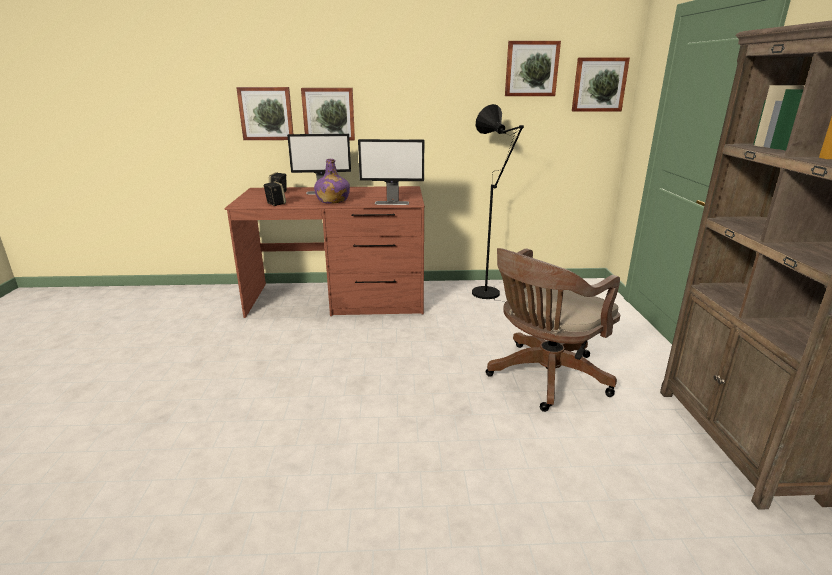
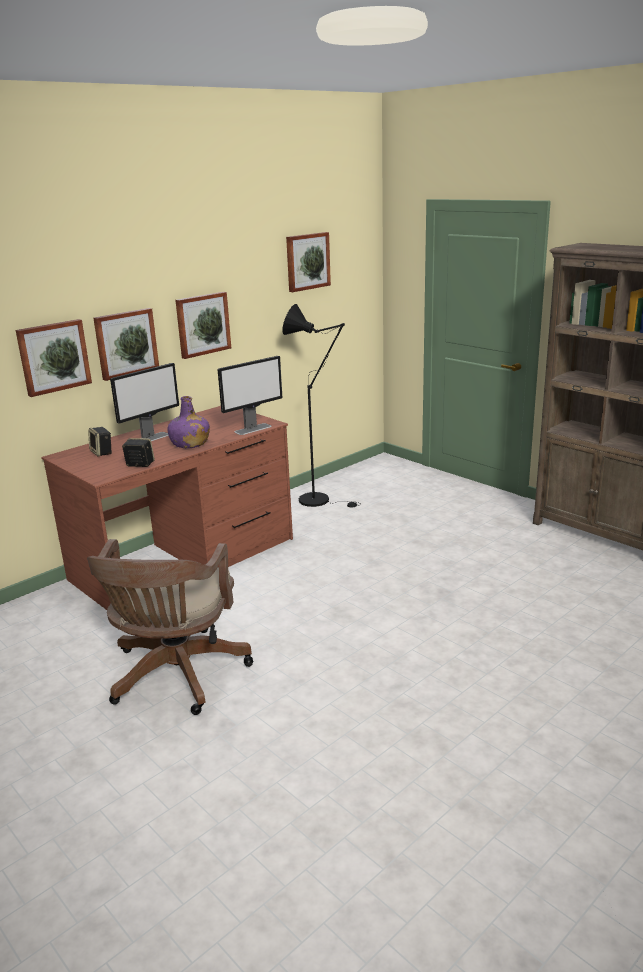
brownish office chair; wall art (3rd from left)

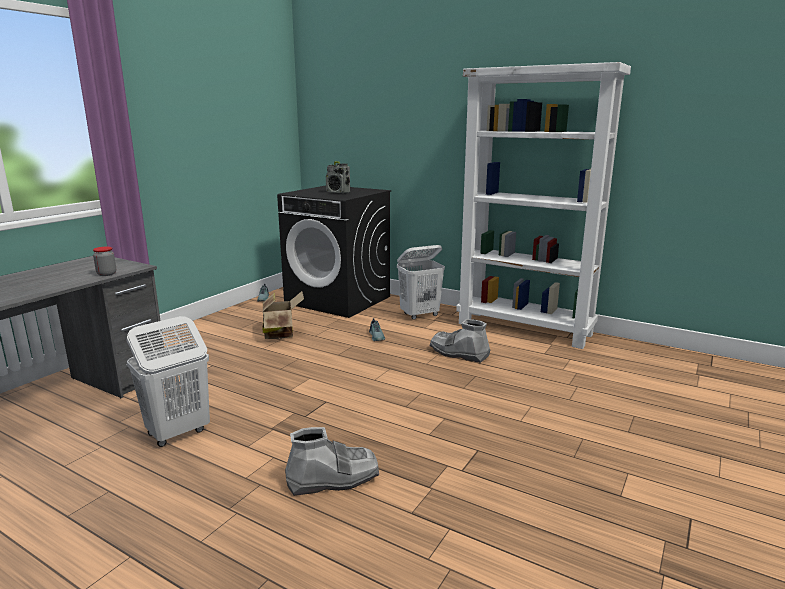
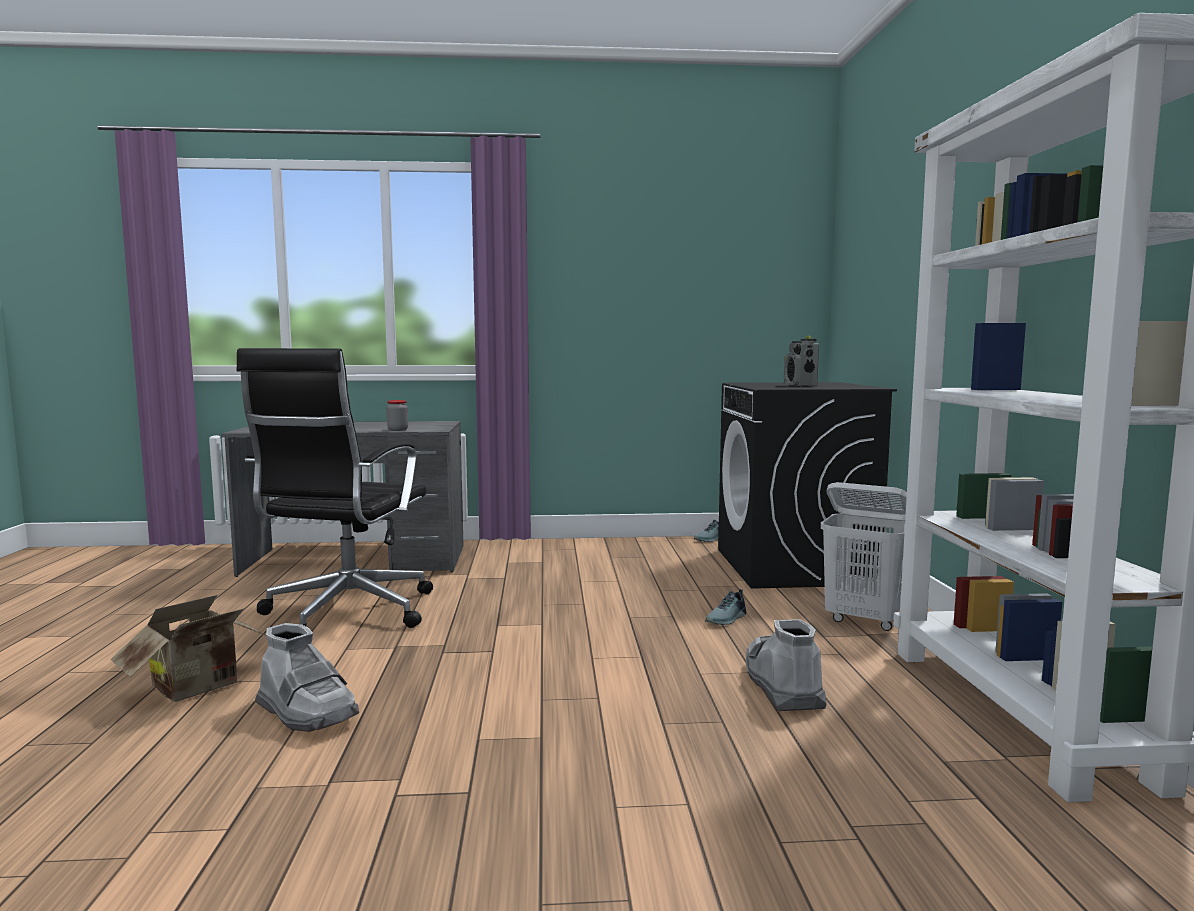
carton; blackish office chair

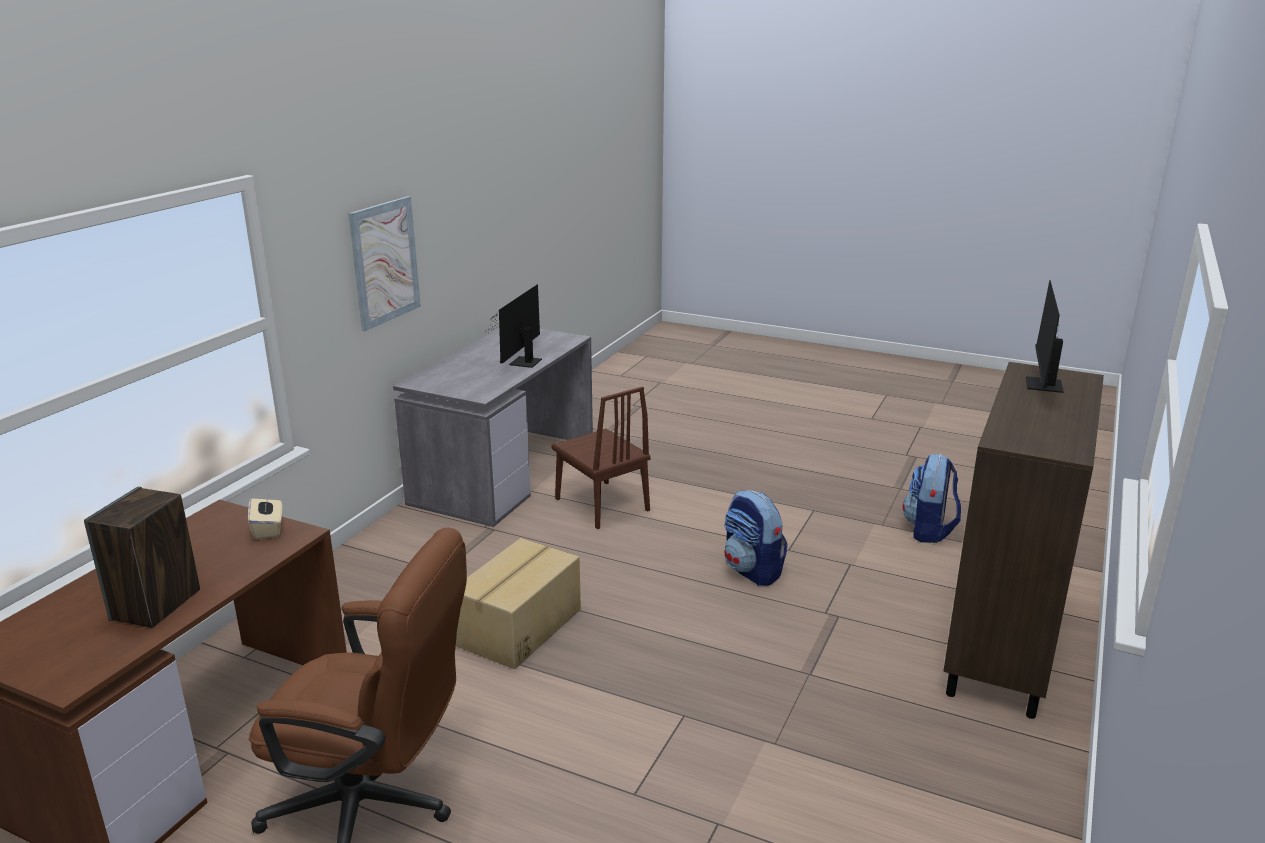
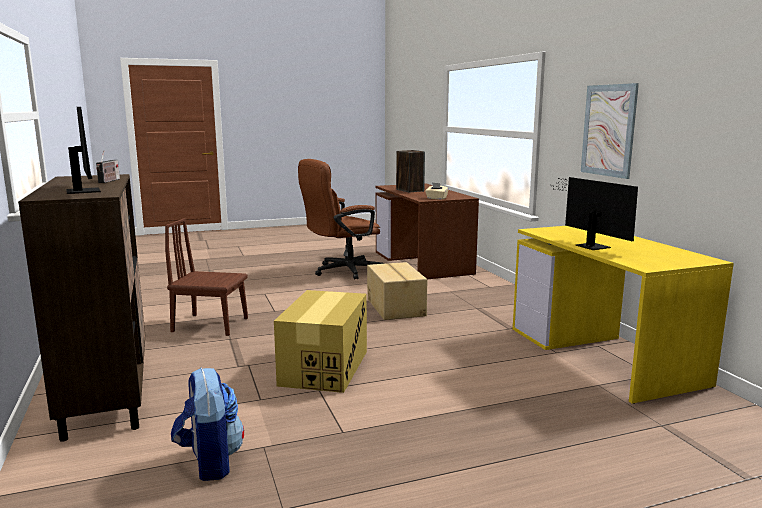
radio; brownish upright chair; carton (1st from left); yellow-coloured desk unit

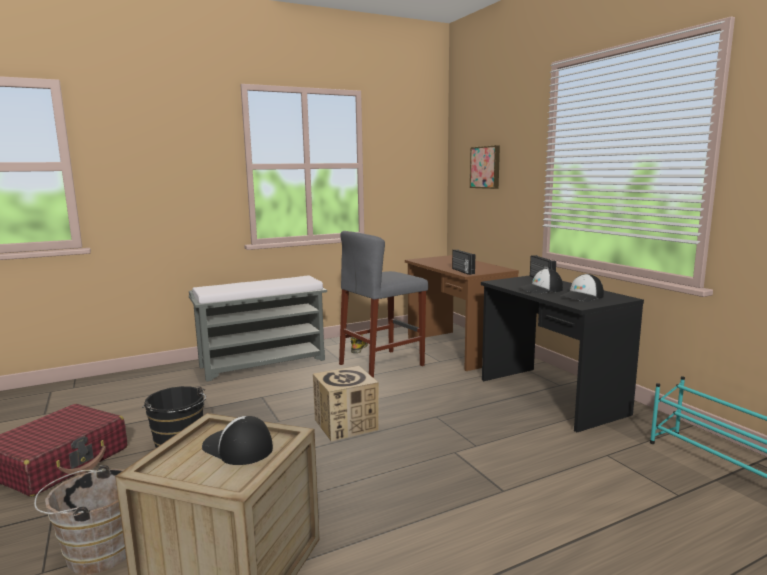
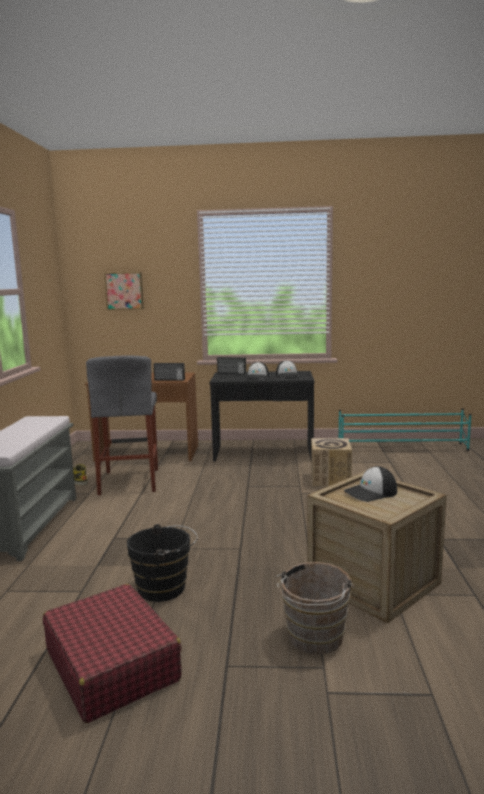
carton

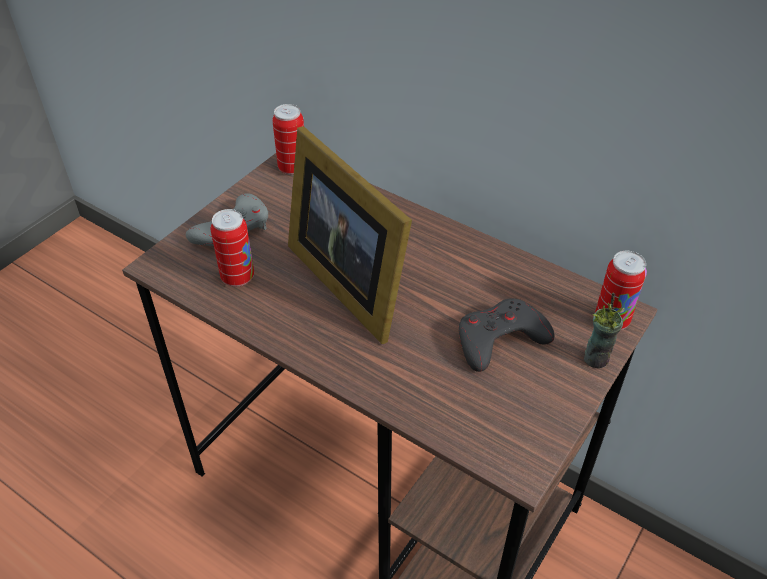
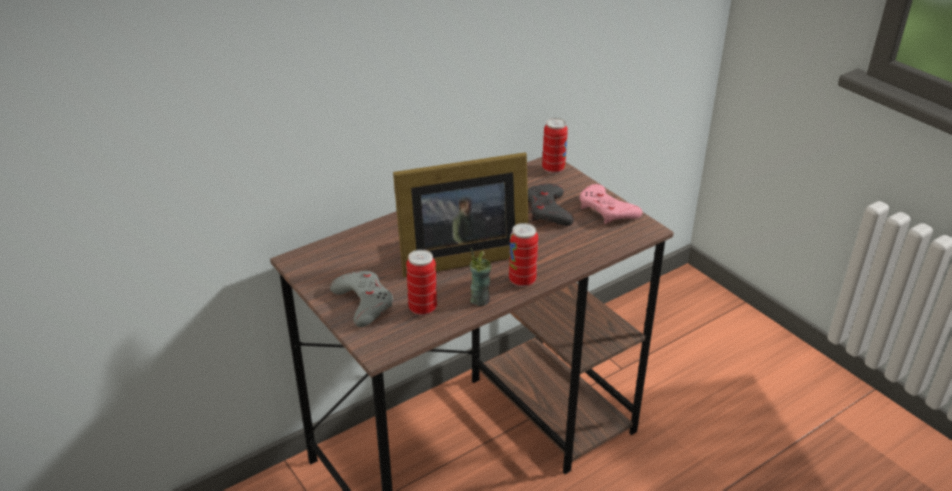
cup; can (2nd from left); pink-coloured game controller

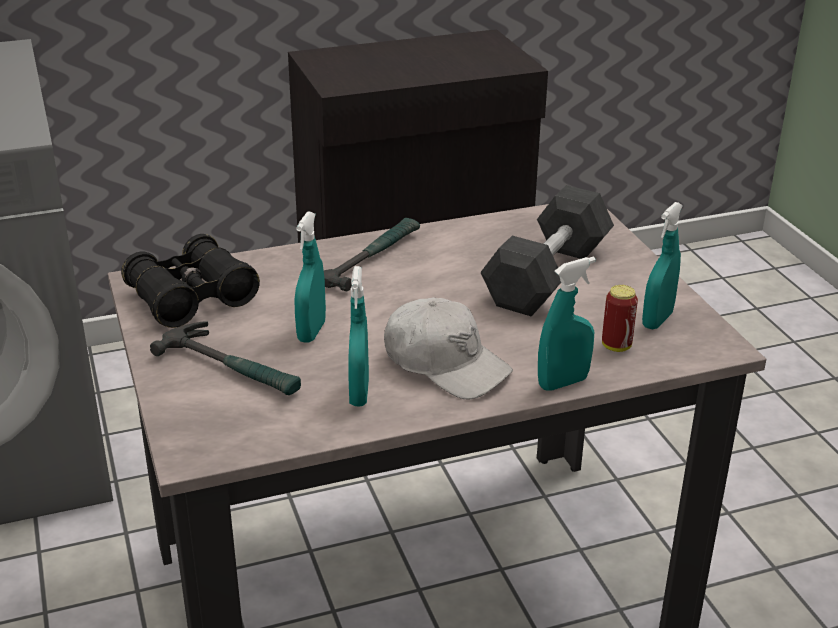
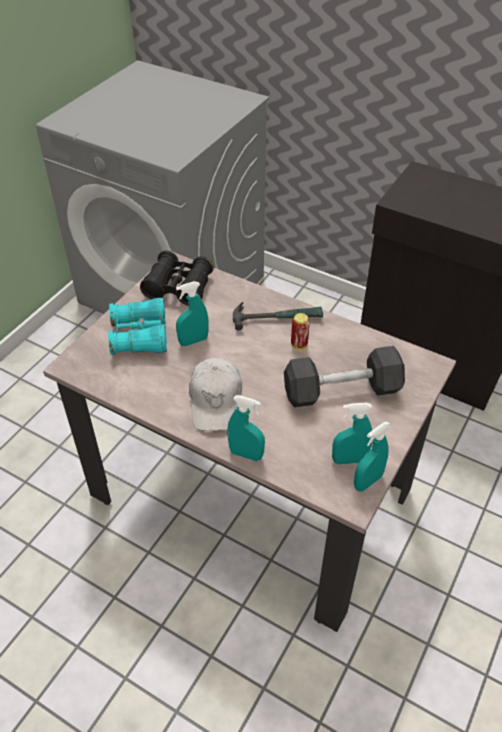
turquoise pair of binoculars; can; turquoise hand sprayer (4th from left)

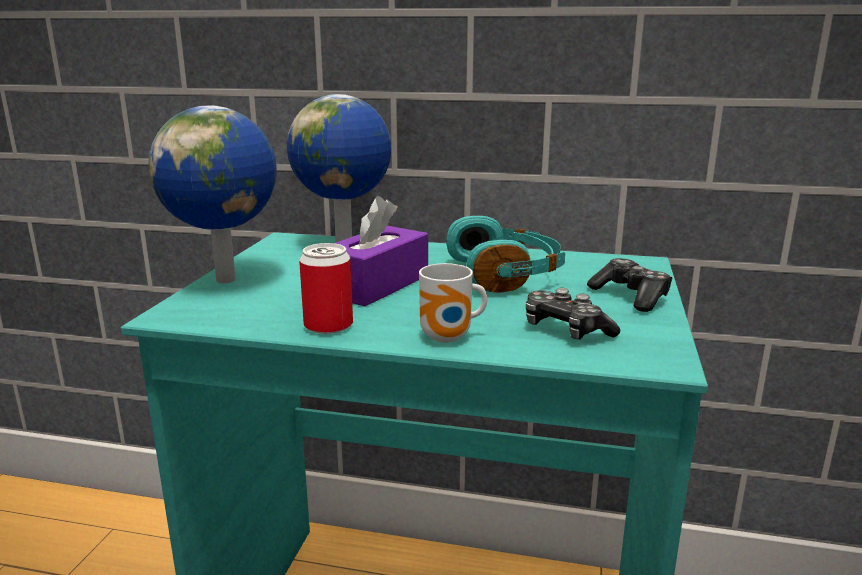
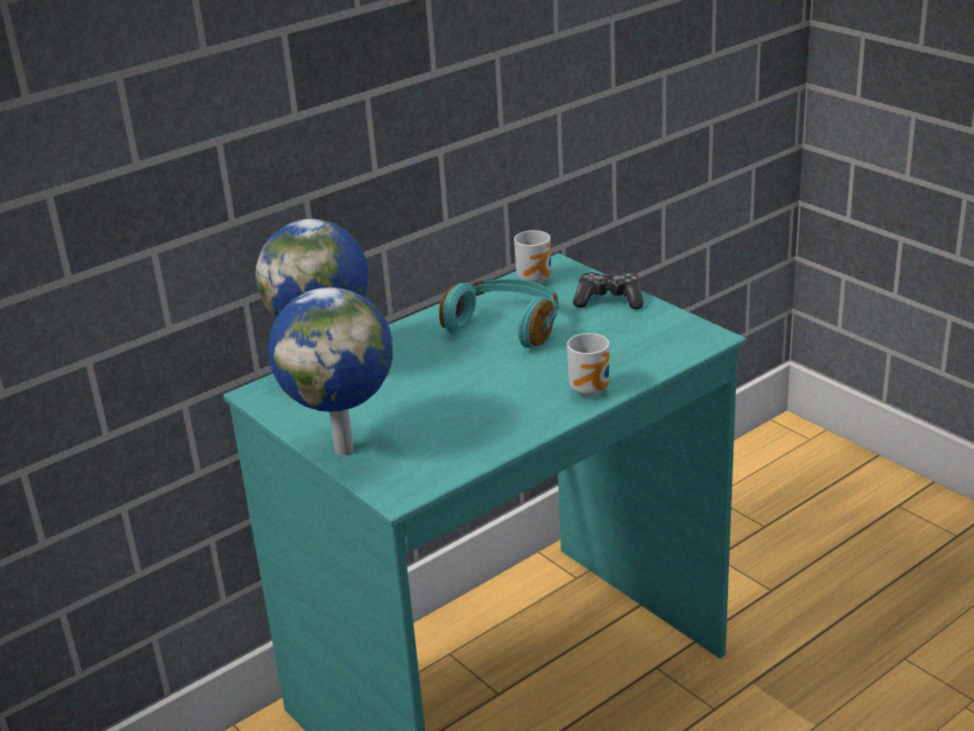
coffee mug (1st from left); can; purple-coloured box of tissues; game controller (1st from left in the first image)

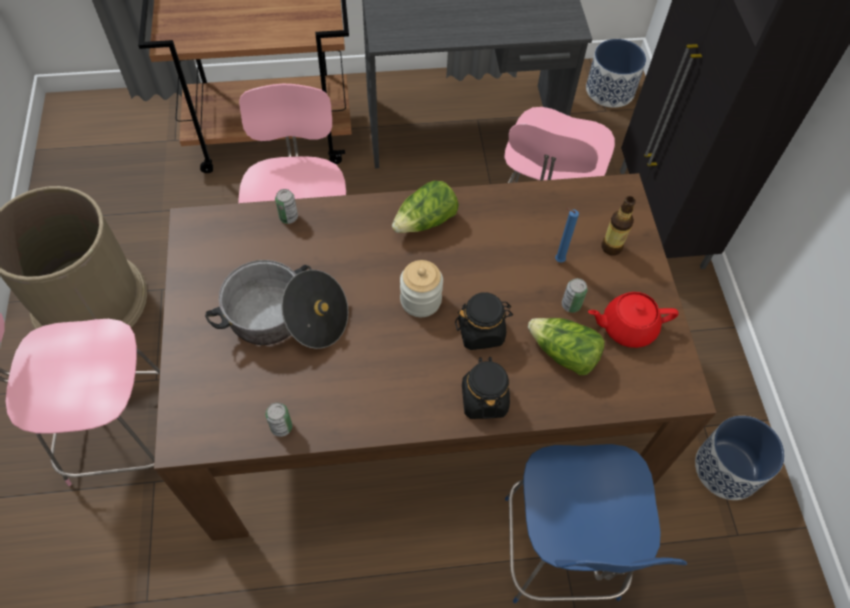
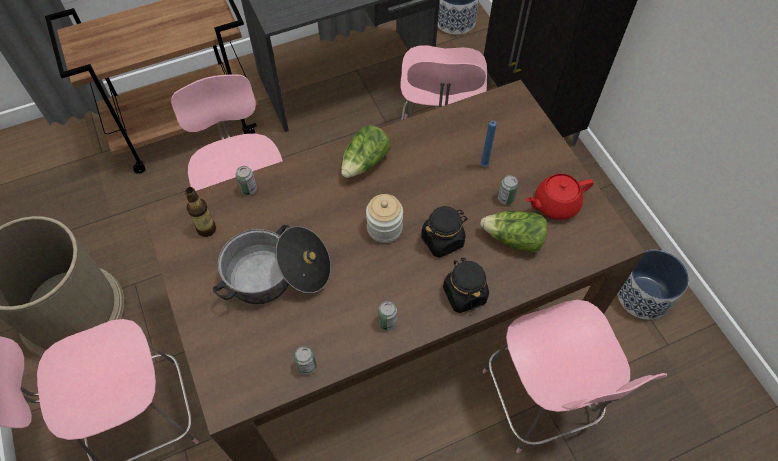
drink bottle; can (3rd from left); pink-coloured upright chair (4th from left)

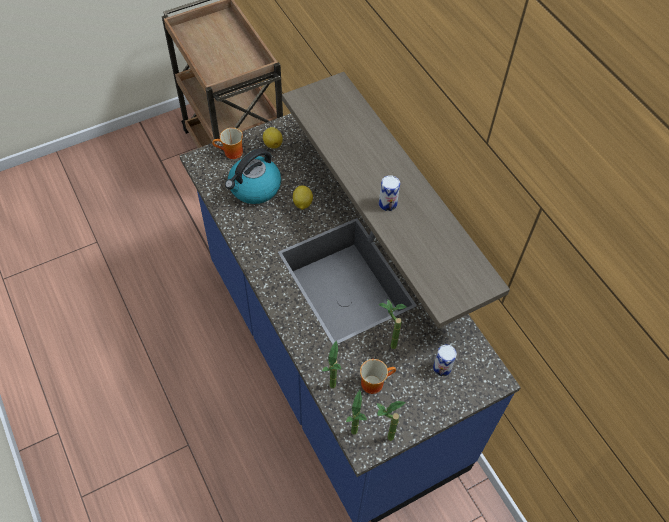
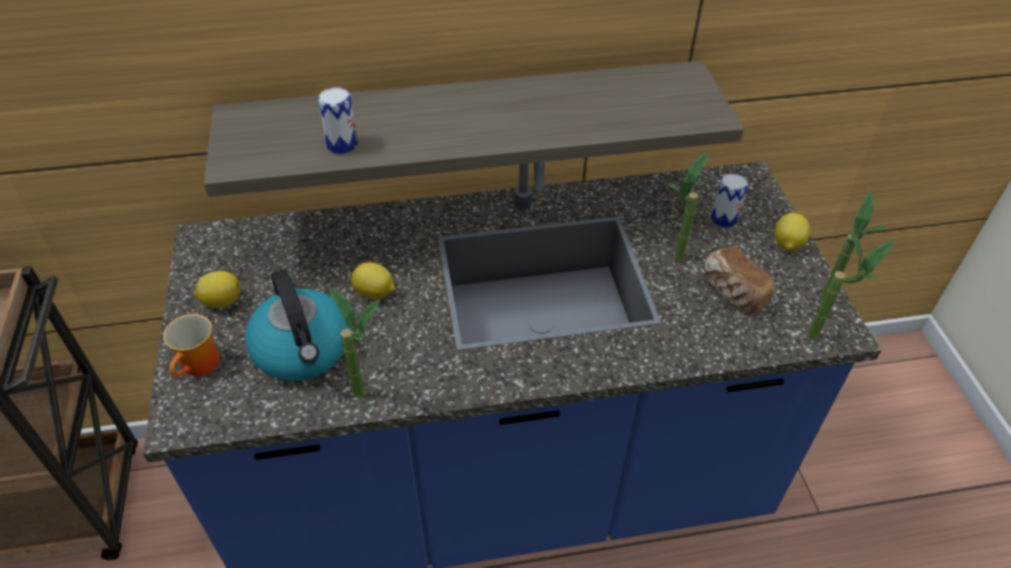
can (1st from left); plant in a pot (1st from left); baked bread; lemon (3rd from left)

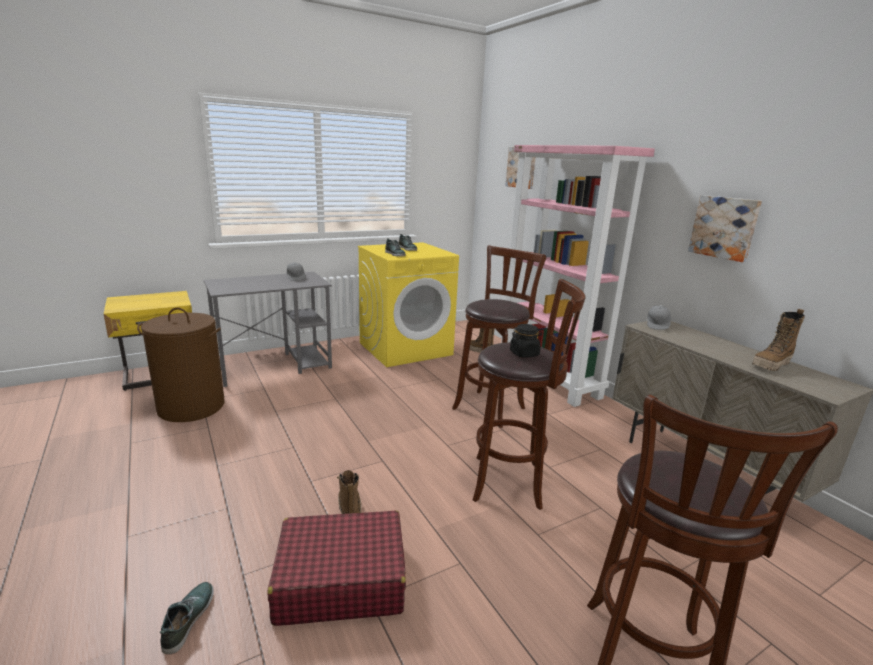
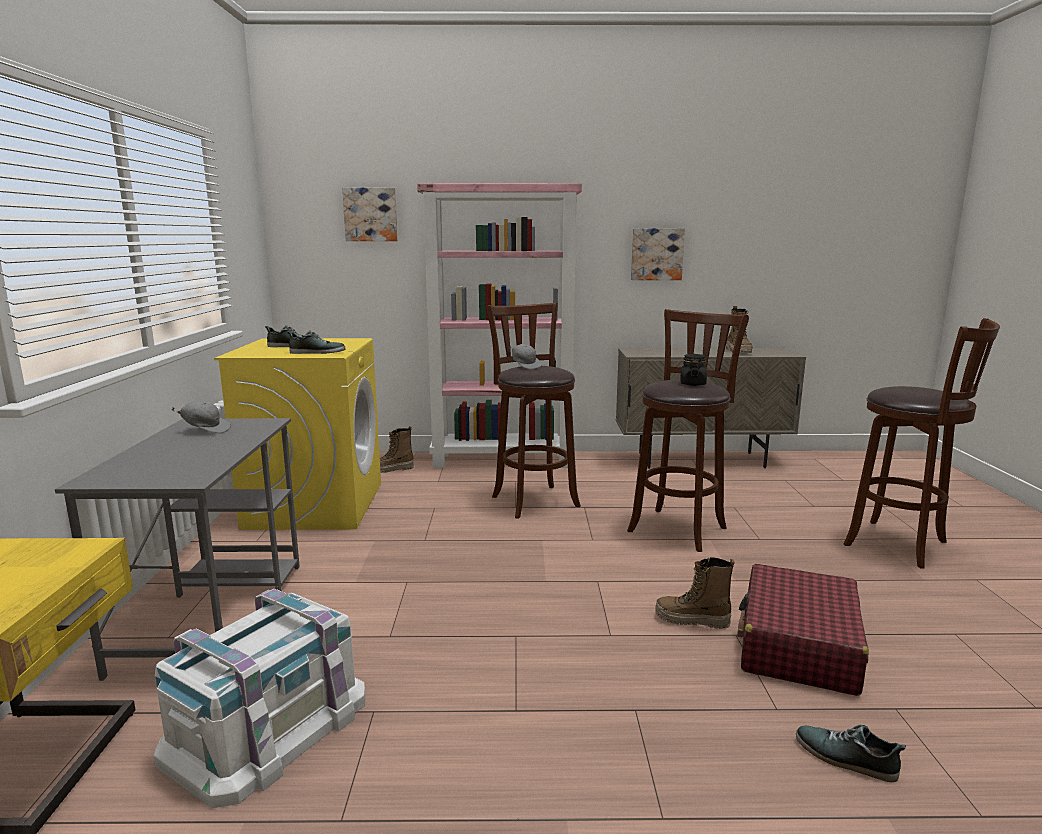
white-coloured storage box; greyish cap (2nd from left)

